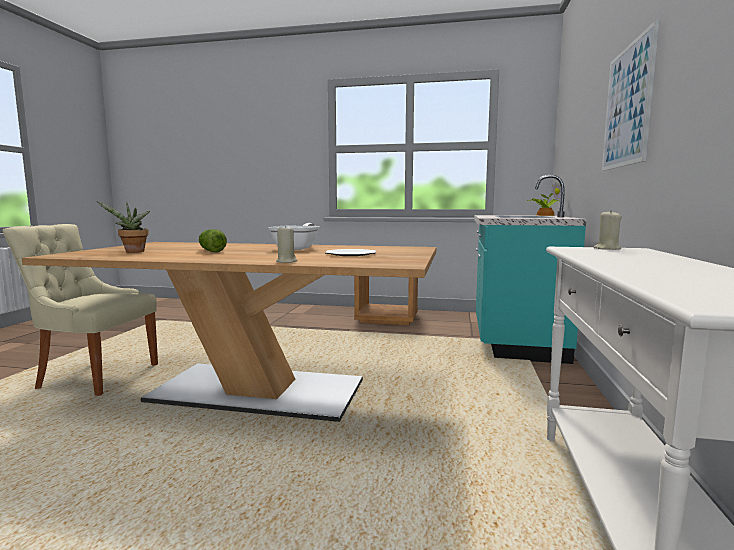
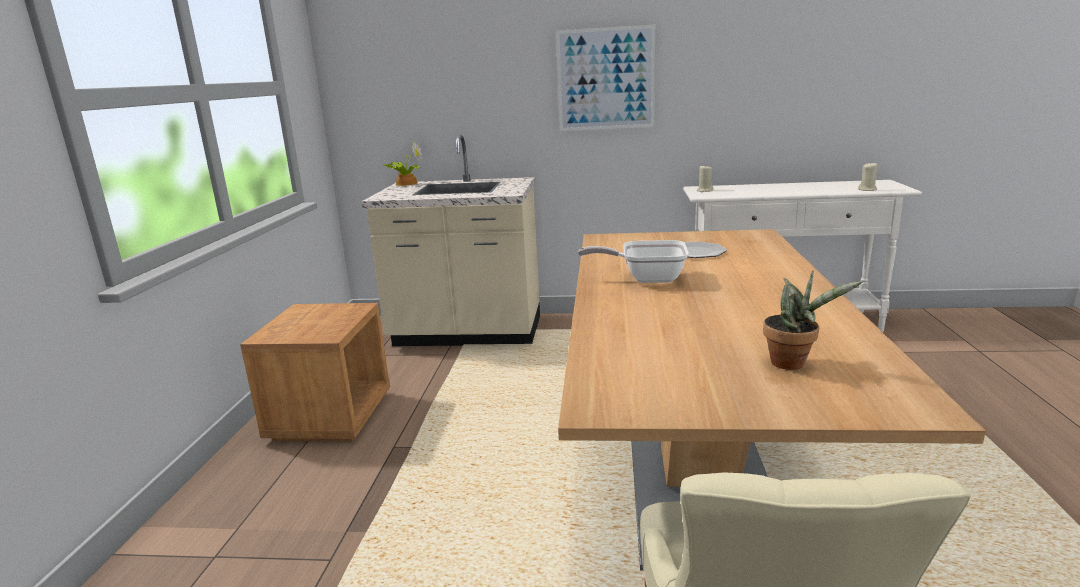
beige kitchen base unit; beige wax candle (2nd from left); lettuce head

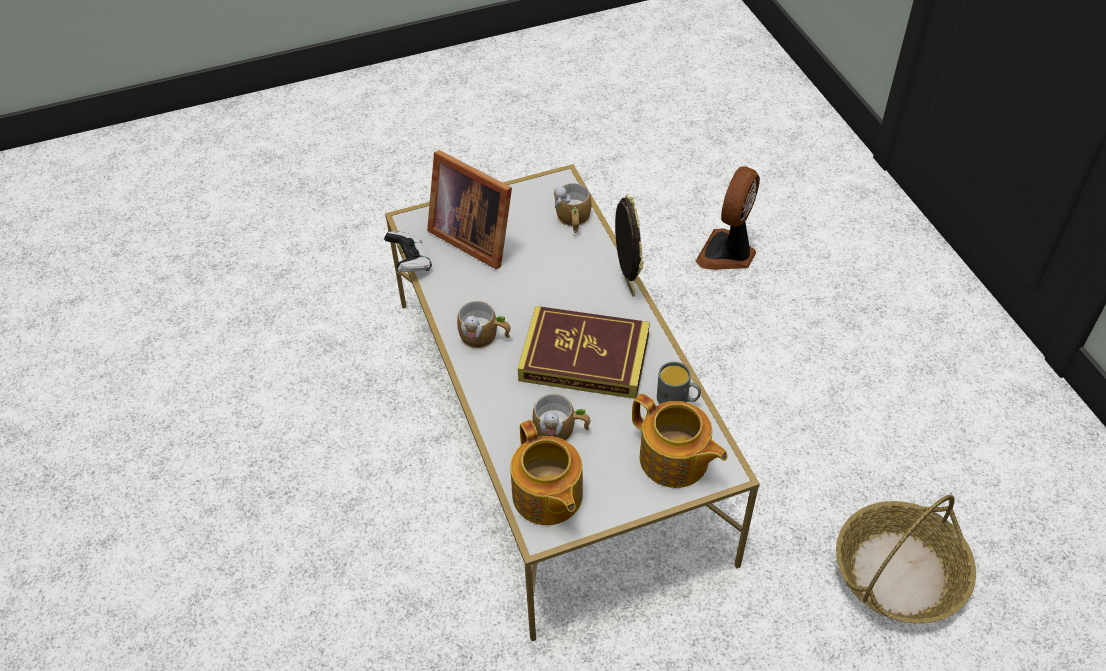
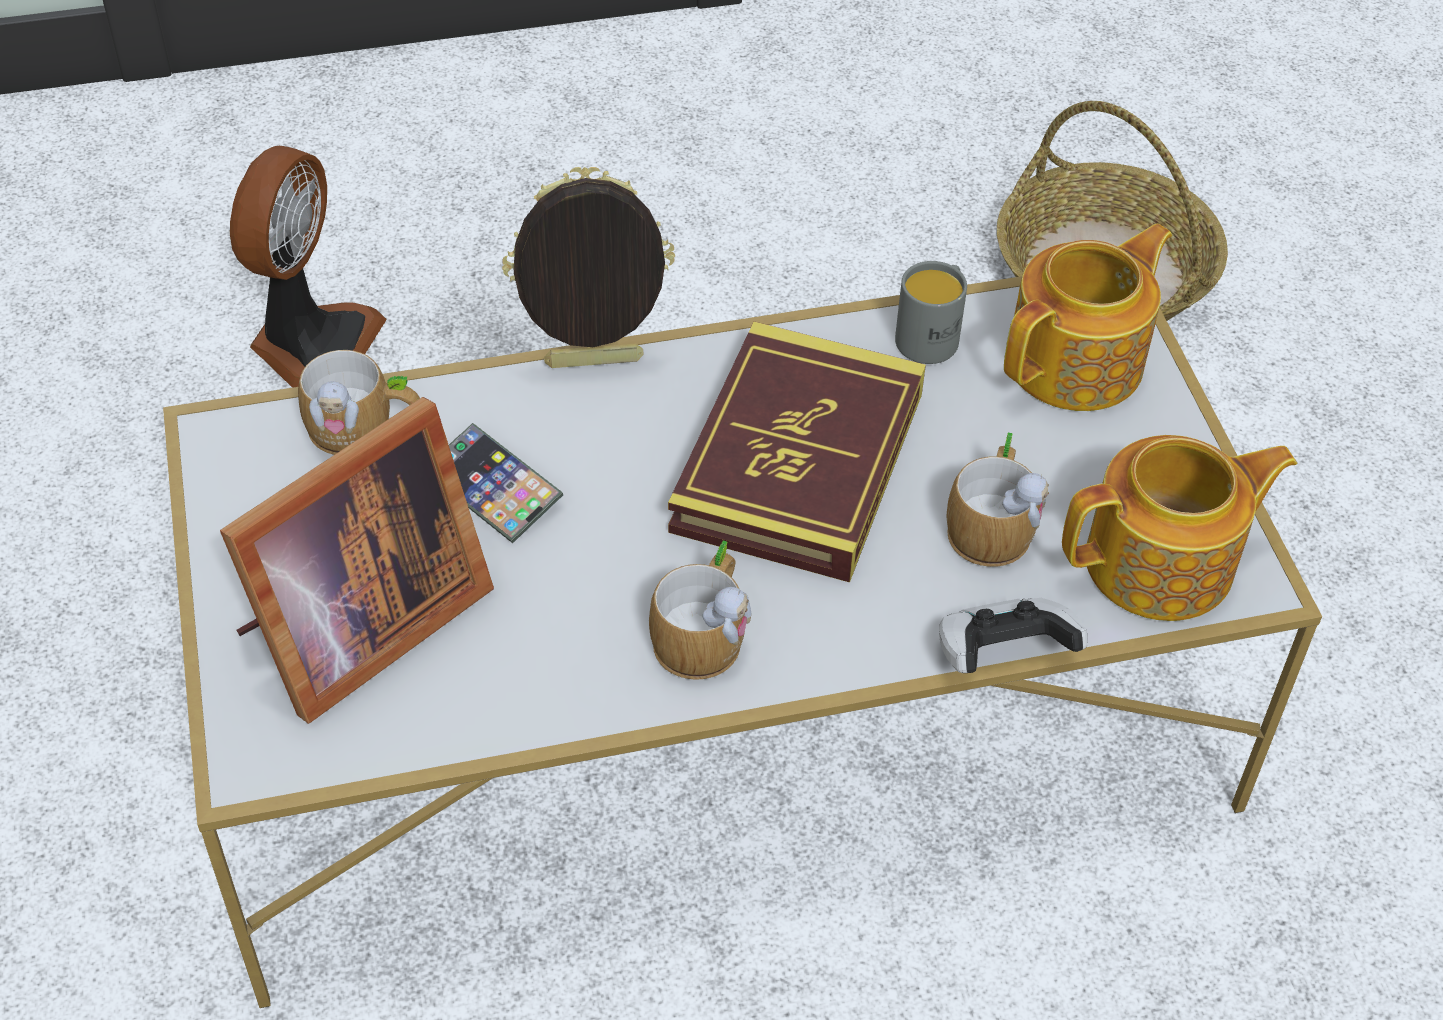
cooling fan; handset; game controller

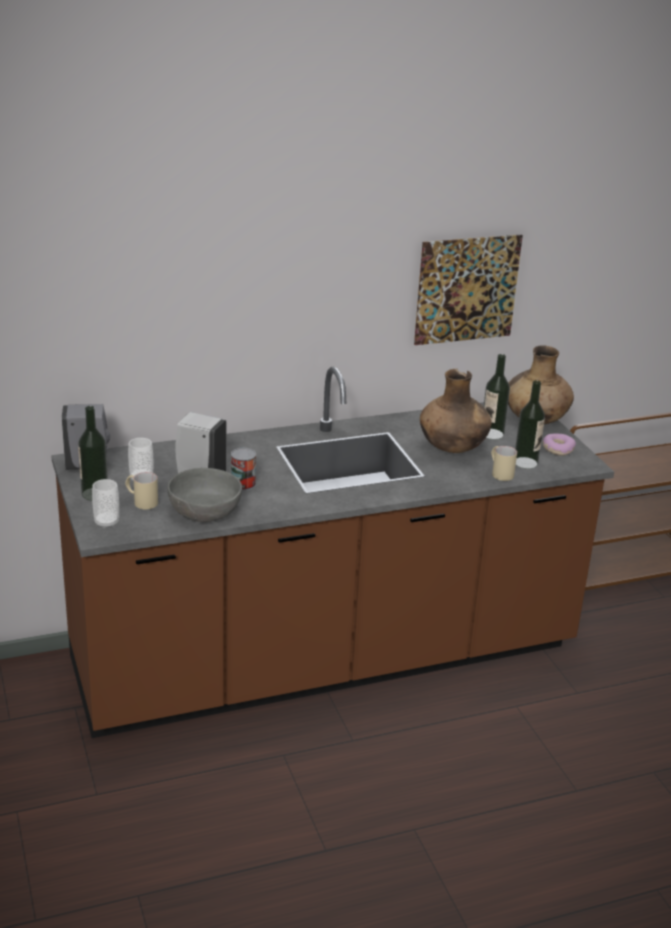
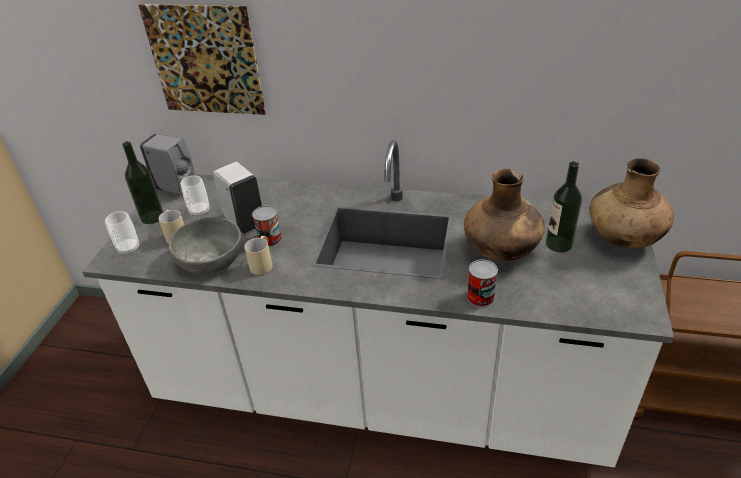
white-coloured kitchen base unit; wall art; beige coffee mug (2nd from left); can (2nd from left); drink bottle (3rd from left in the first image); ring doughnut

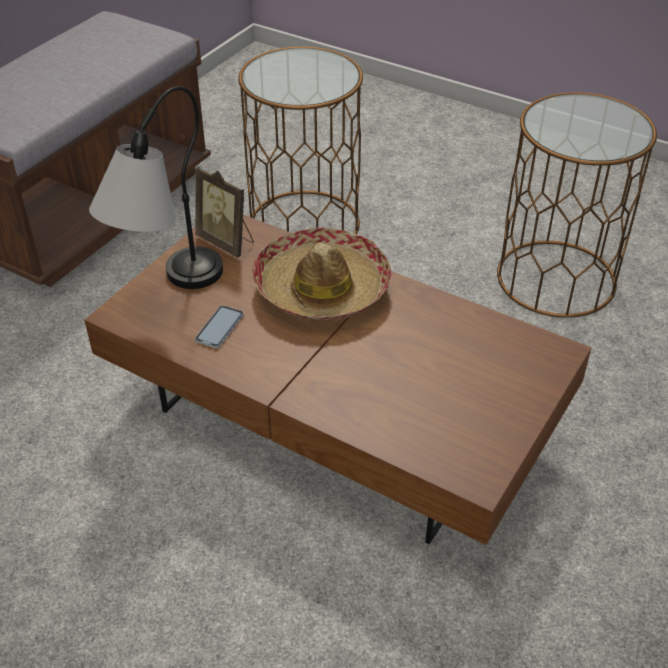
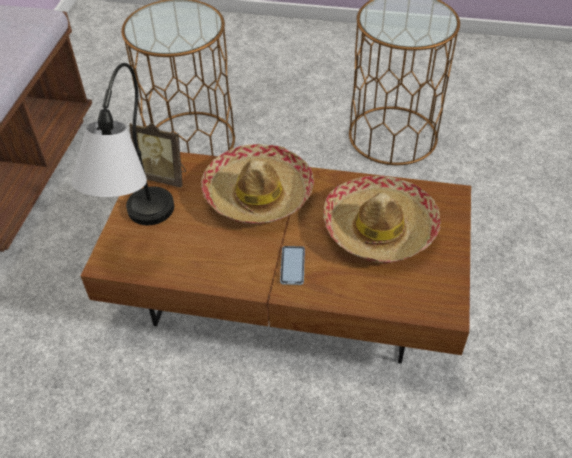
handset; wearable hat (2nd from left)

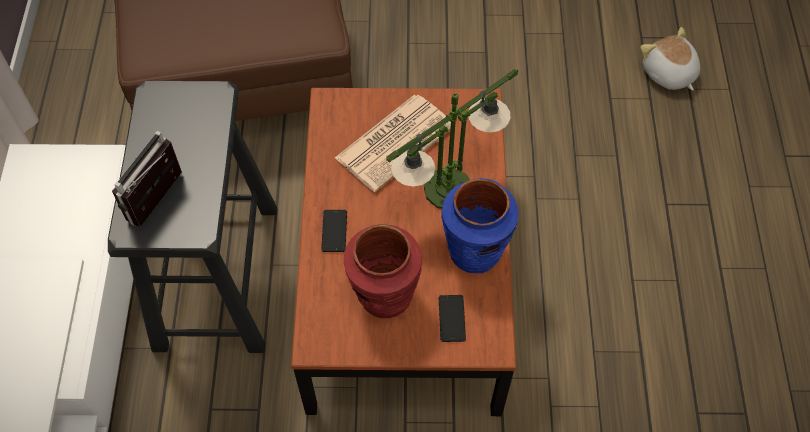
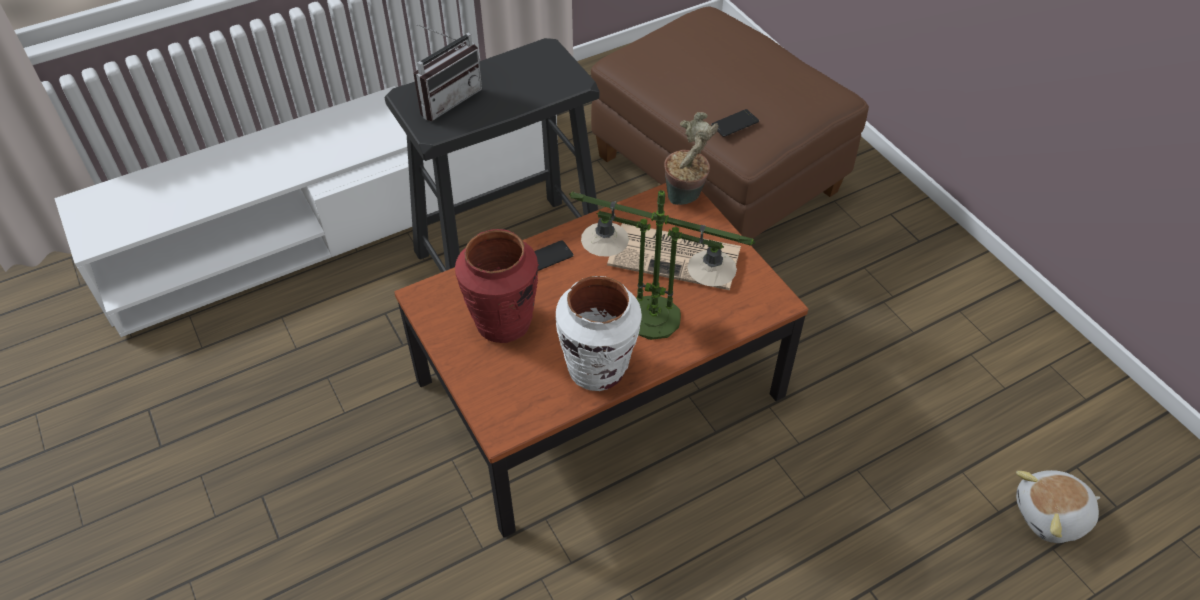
radio; white-coloured vase; plant in a pot; handset (2nd from left); cuddly toy

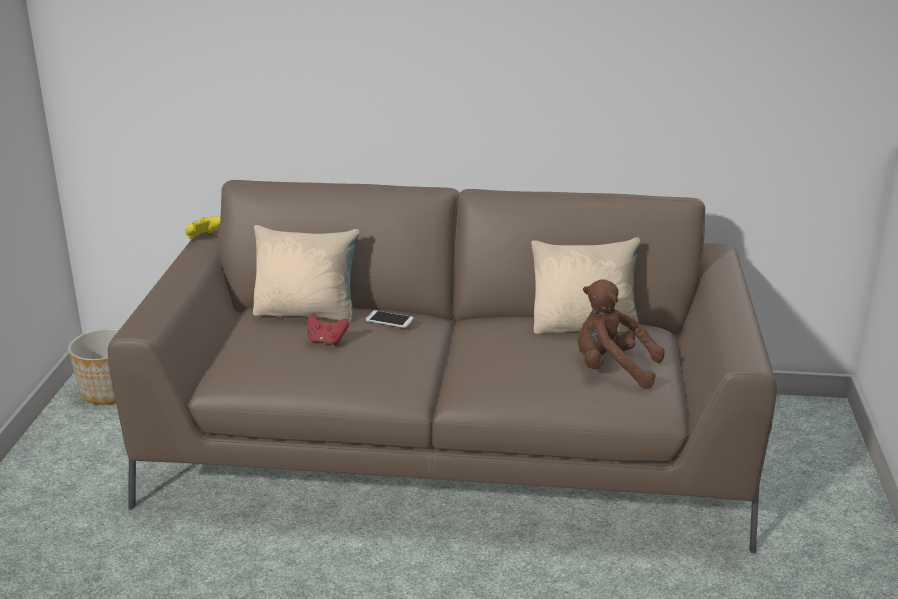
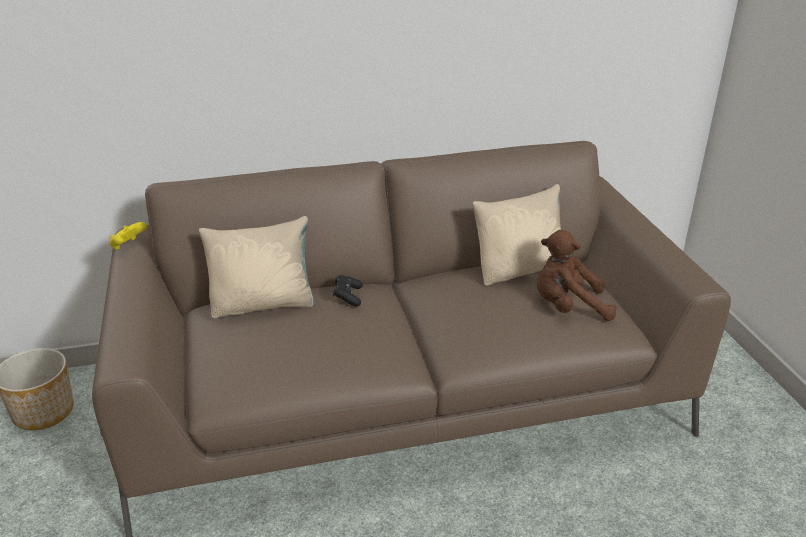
blackish game controller; red-coloured game controller

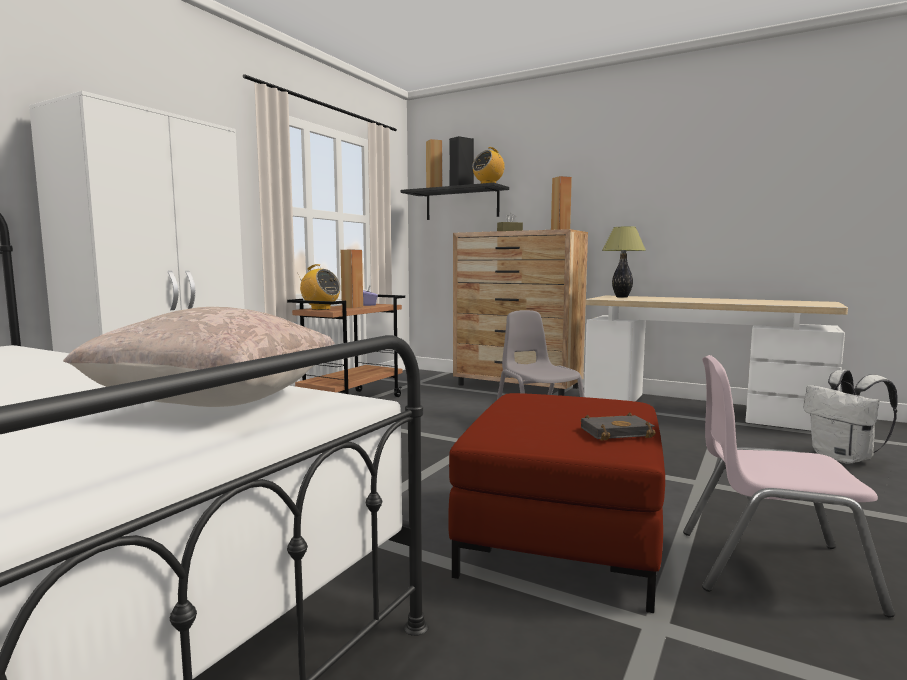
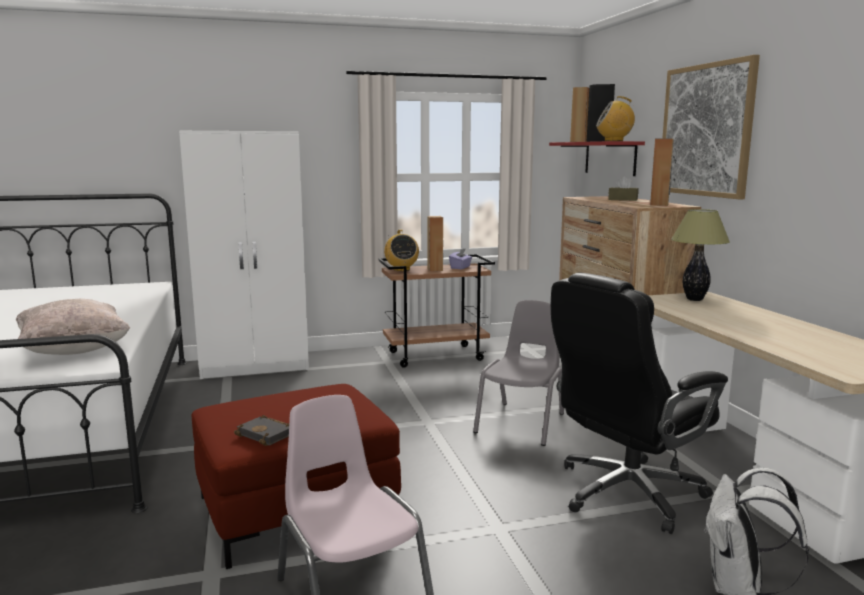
red-coloured wall shelf; blackish office chair; wall art

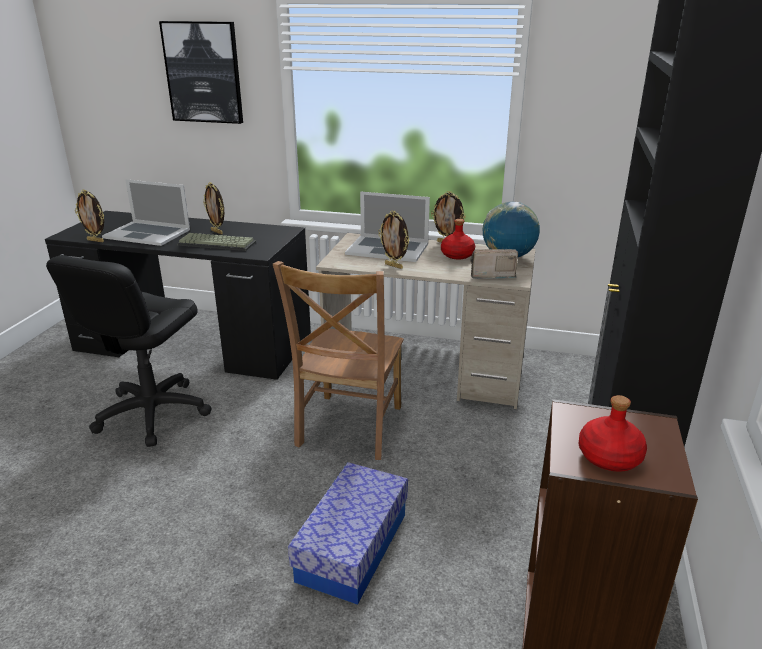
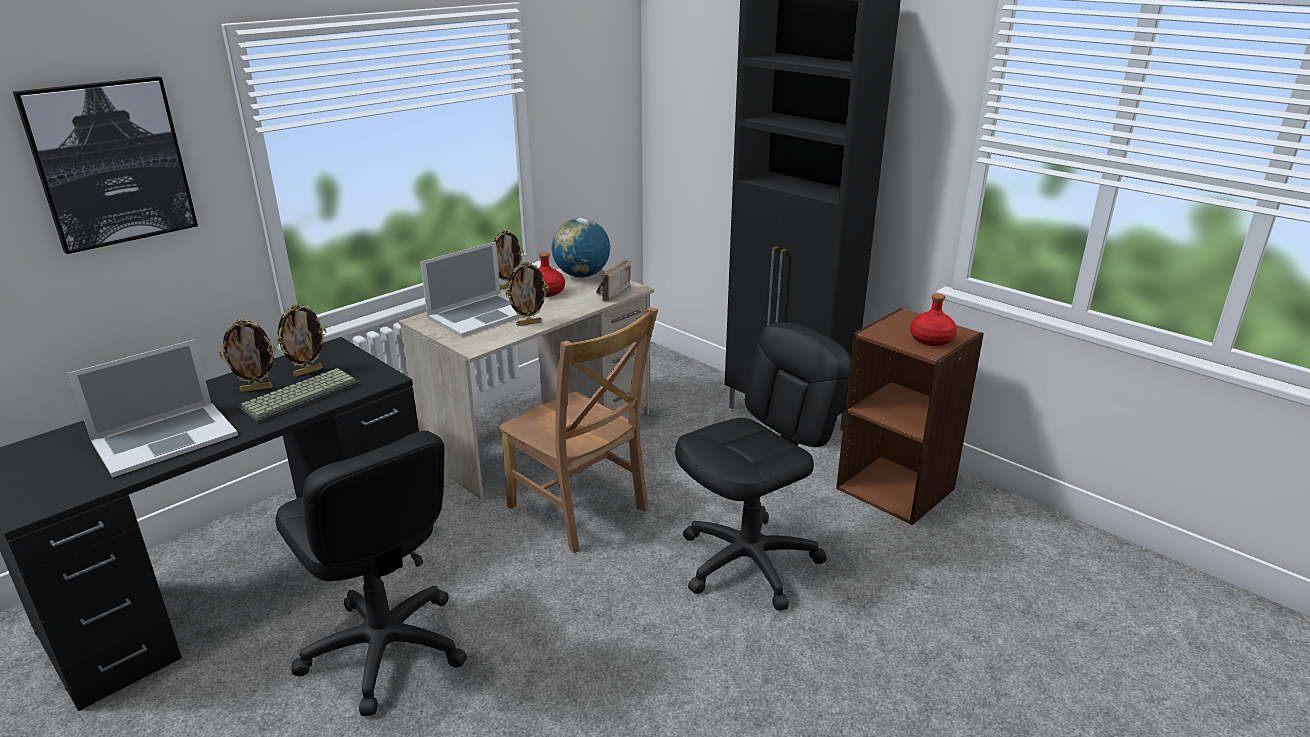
standing frame (2nd from left); blackish office chair (2nd from left)

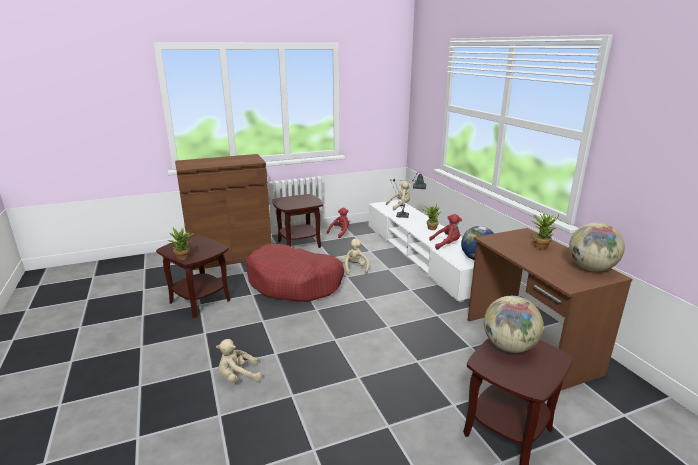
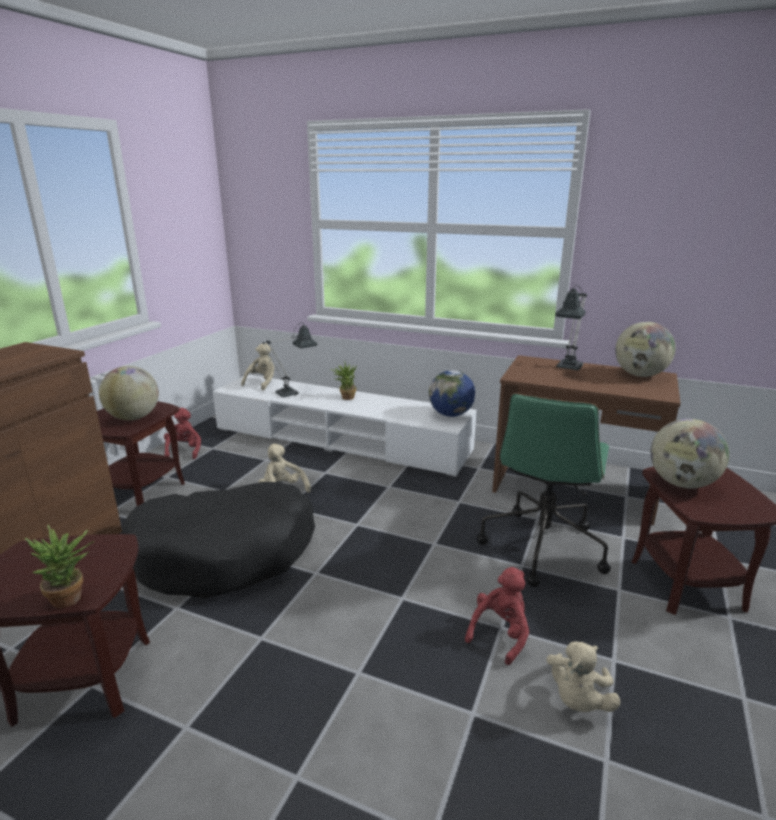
desk globe (1st from left); blackish pet bed; red-coloured cuddly toy (2nd from left); greenish office chair; beige cuddly toy (3rd from left); table lamp (2nd from left)

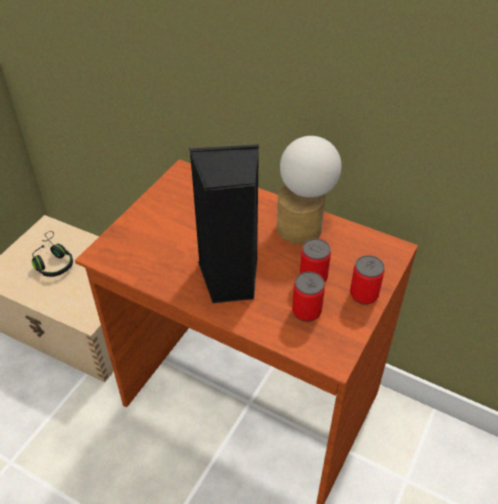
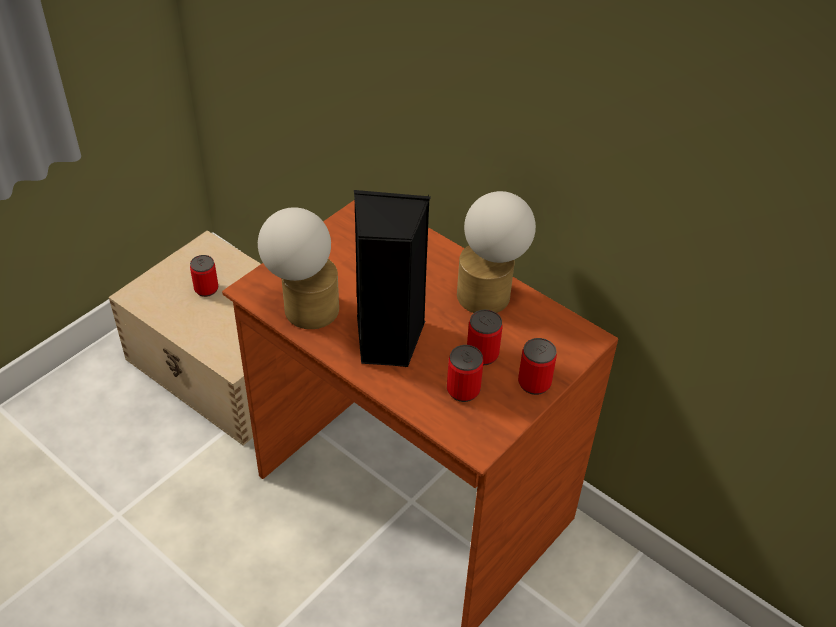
can (1st from left); table lamp (1st from left)

